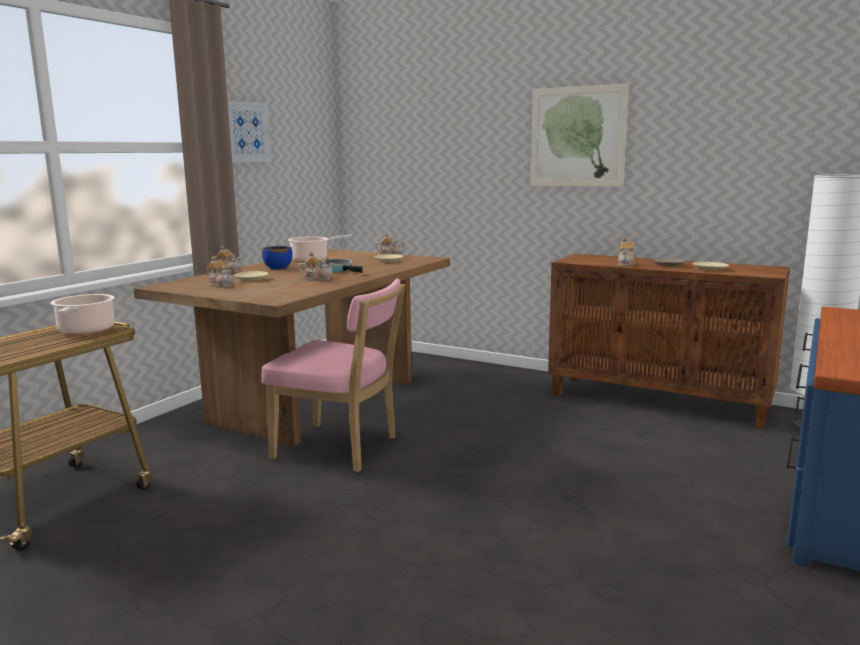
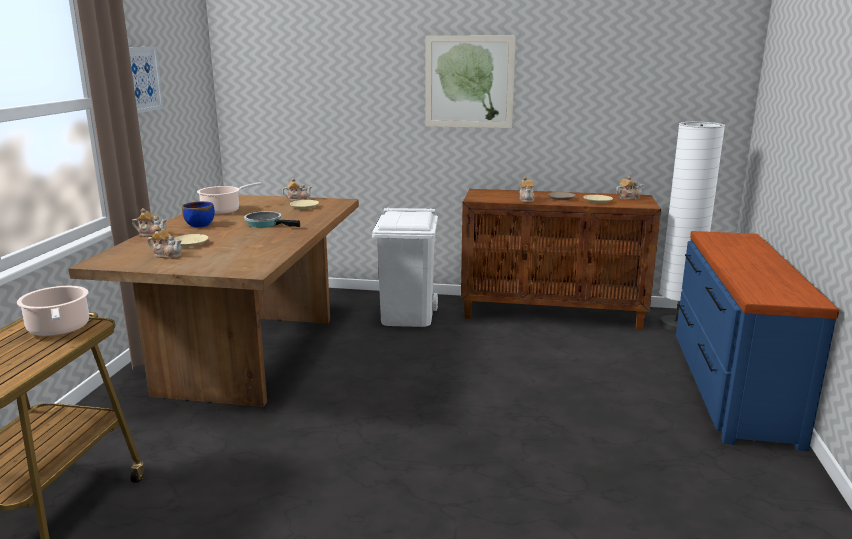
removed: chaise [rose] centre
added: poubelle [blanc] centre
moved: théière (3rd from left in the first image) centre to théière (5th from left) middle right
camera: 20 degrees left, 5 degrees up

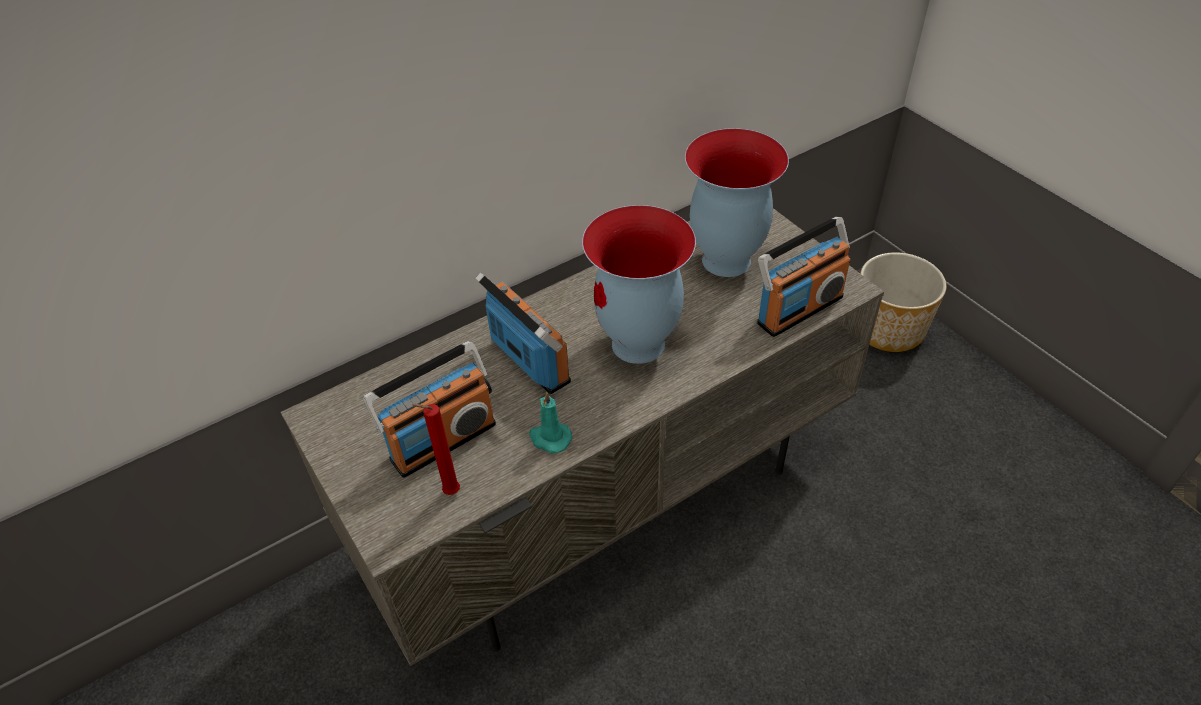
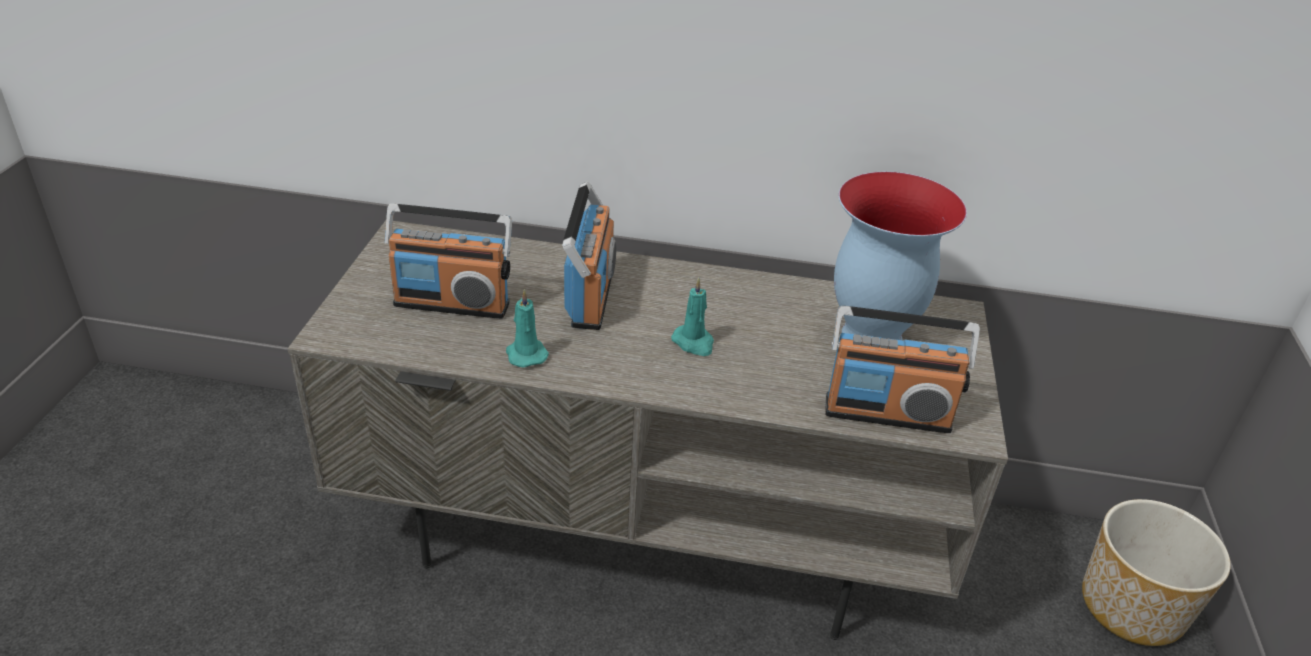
removed: bougie [rouge] centre
replaced: vase (1st from left) centre to bougie [turquoise] (2nd from left) centre
camera: 40 degrees right, 10 degrees down

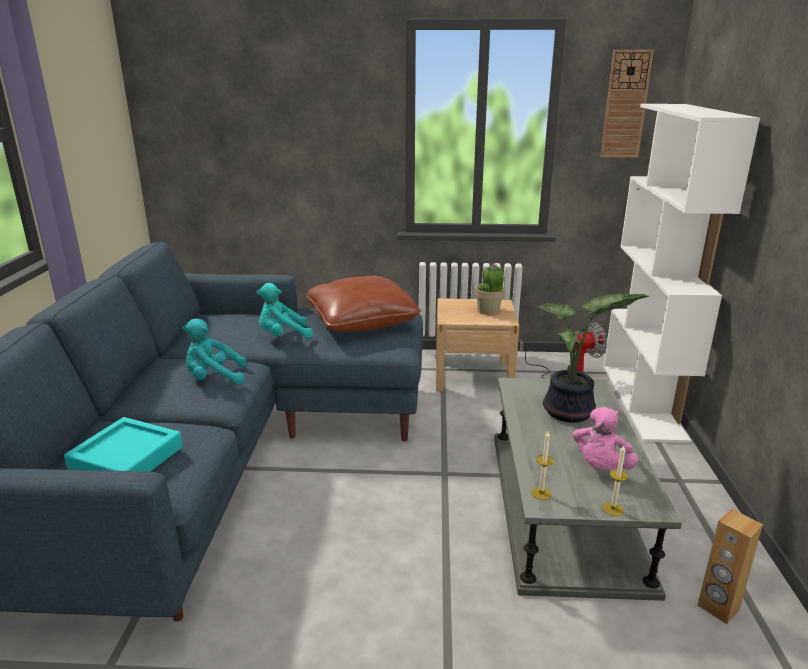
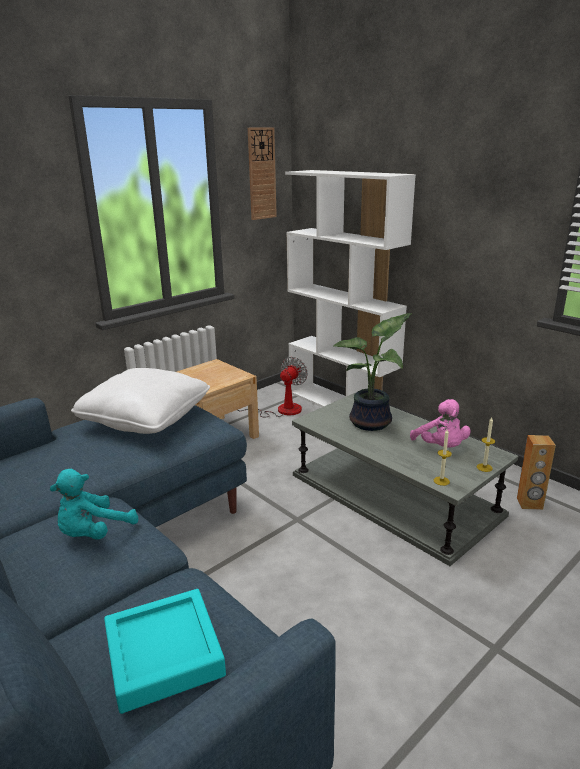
removed: peluche [turquoise] (2nd from left) centre; plante en pot (1st from left) centre
recoloured: coussin [marron] centre to coussin [blanc] middle left
camera: 45 degrees left, 0 degrees up

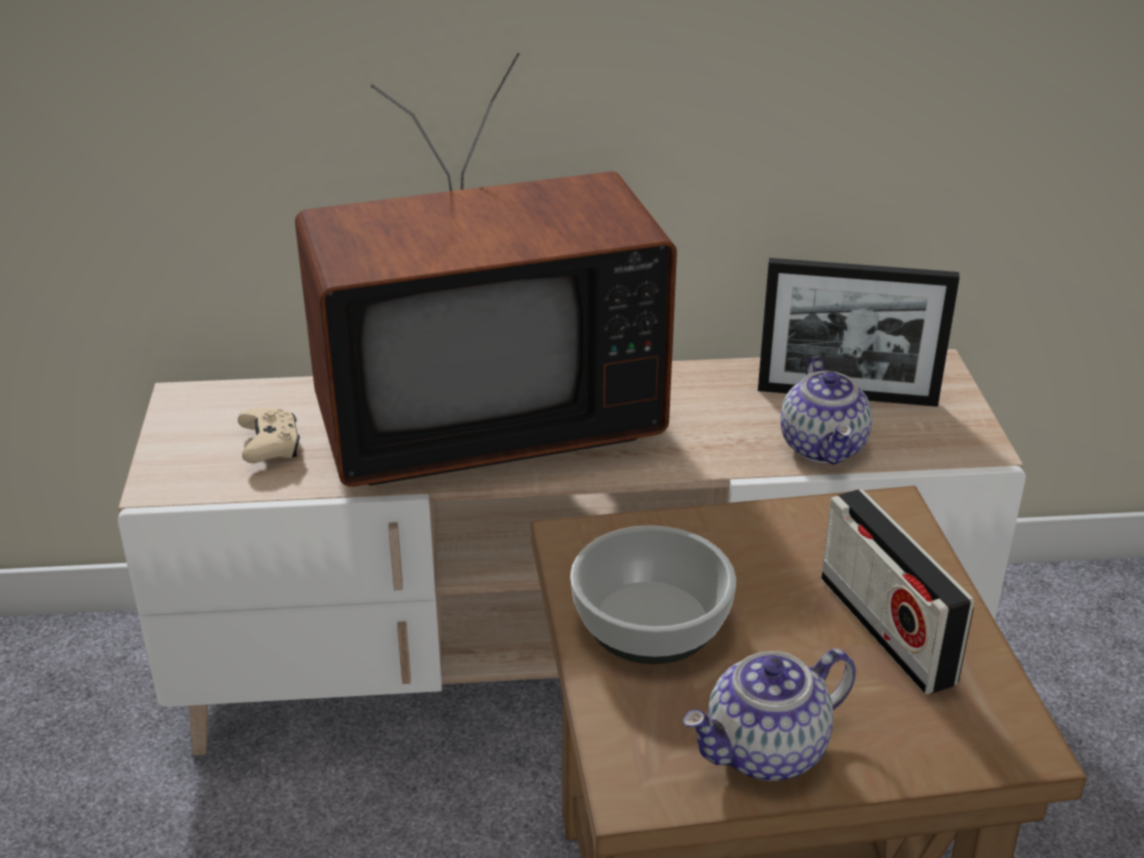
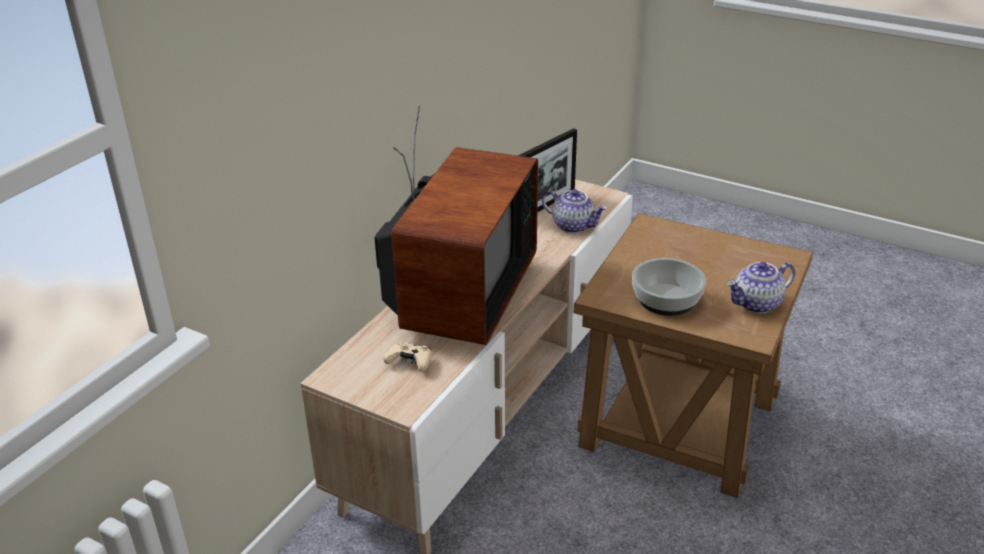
removed: radio bottom right
turned: théière (1st from left in the first image) bottom right = middle right 60 degrees clockwise
camera: 55 degrees left, 0 degrees up

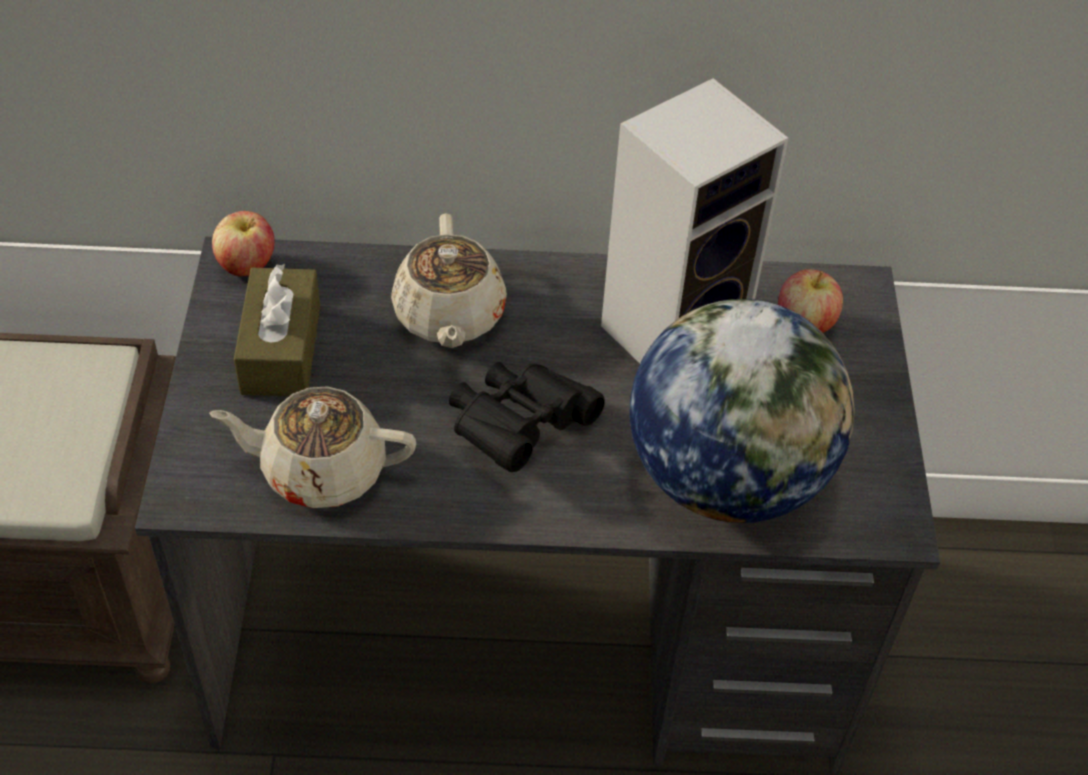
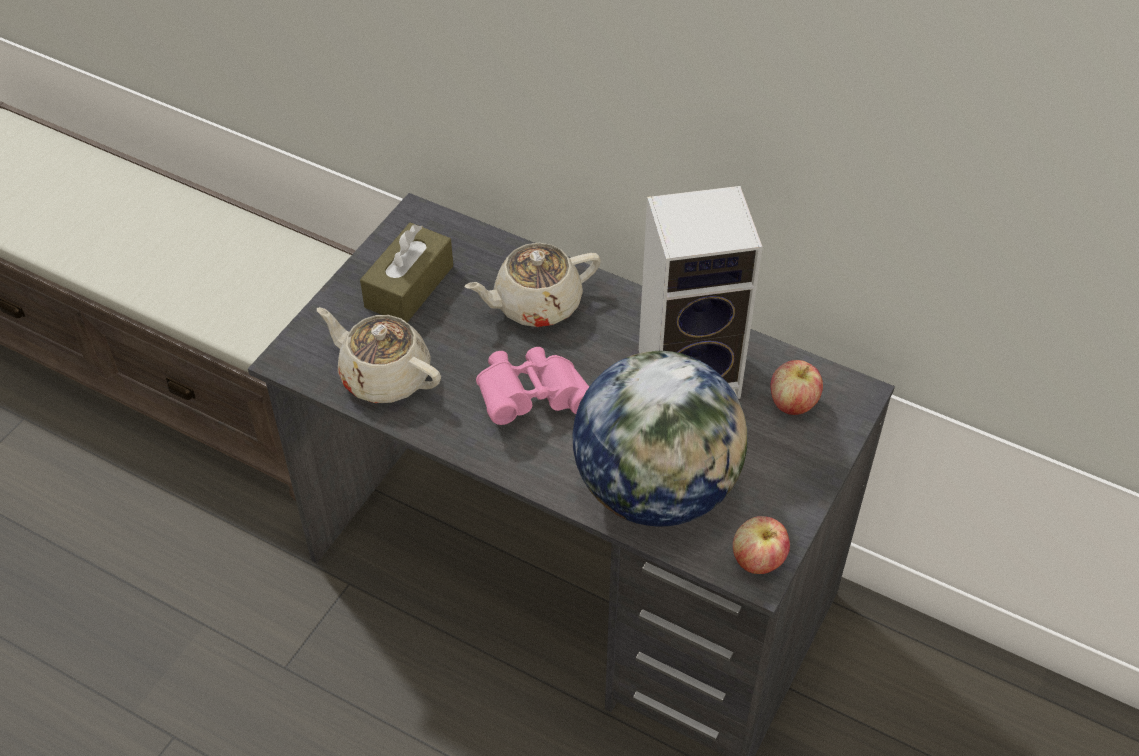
moved: pomme (1st from left) top left to bottom right
recoloured: jumelles [noir] centre to jumelles [rose] centre
turned: théière [beige] (2nd from left) centre = centre 45 degrees clockwise
camera: 30 degrees right, 0 degrees up

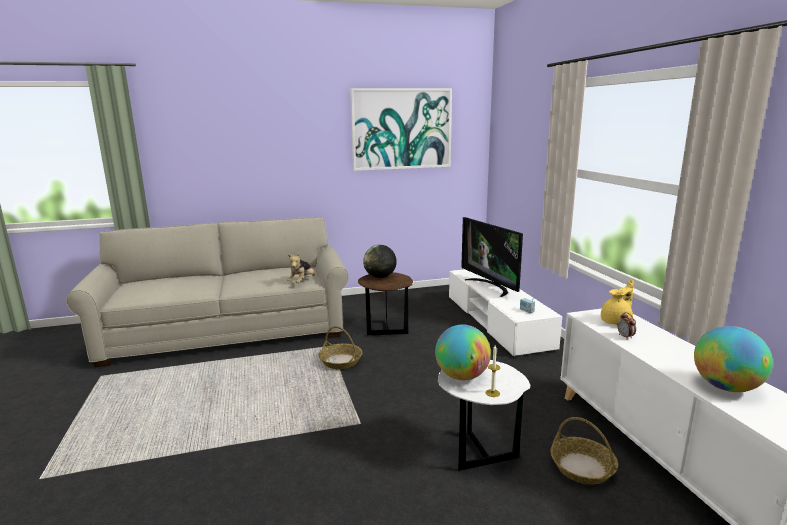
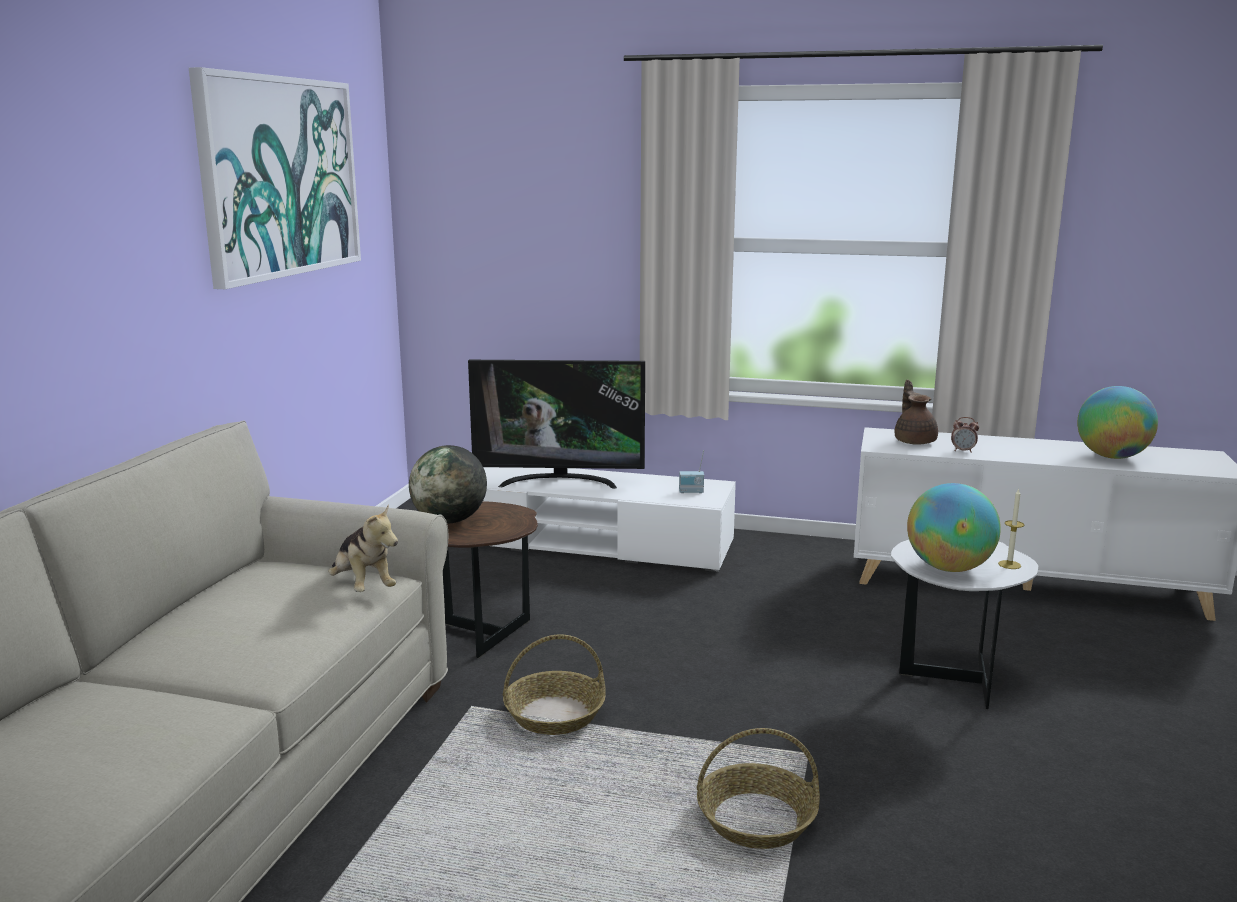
moved: panier (2nd from left) bottom right to bottom centre
recoloured: théière [jaune] middle right to théière [marron] middle right
camera: 60 degrees left, 0 degrees up

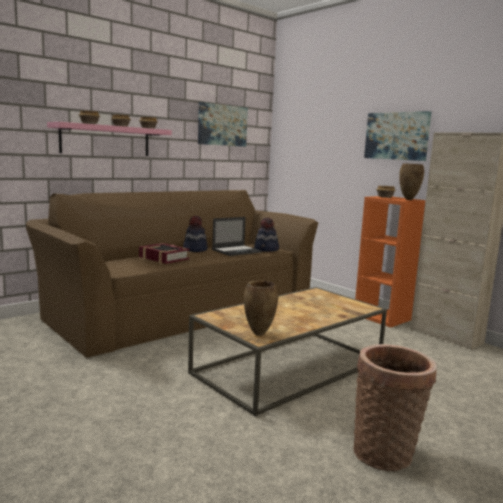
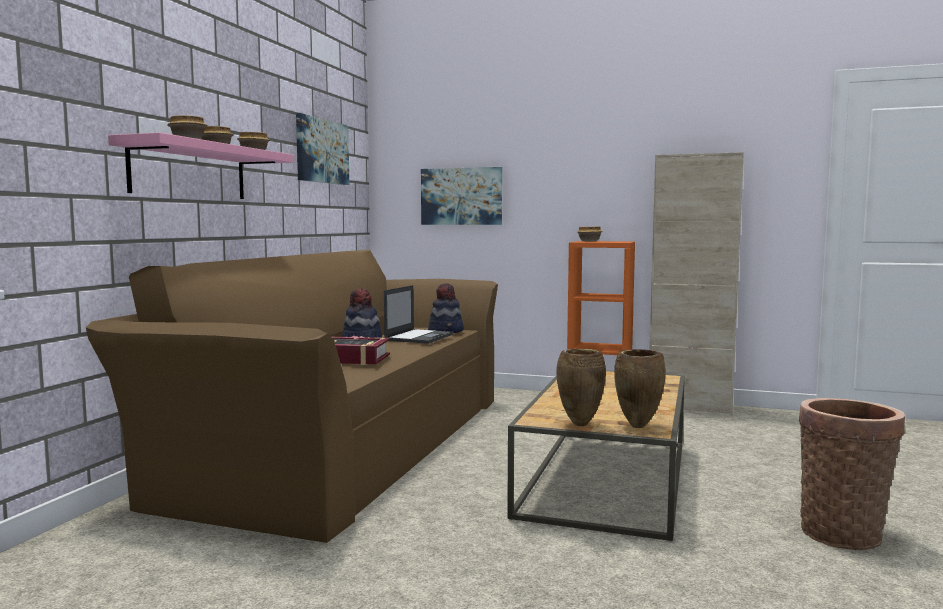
moved: tableau (2nd from left) top right to top centre; vase [marron] (2nd from left in the first image) middle right to vase [marron] (1st from left) centre
camera: 30 degrees left, 5 degrees down

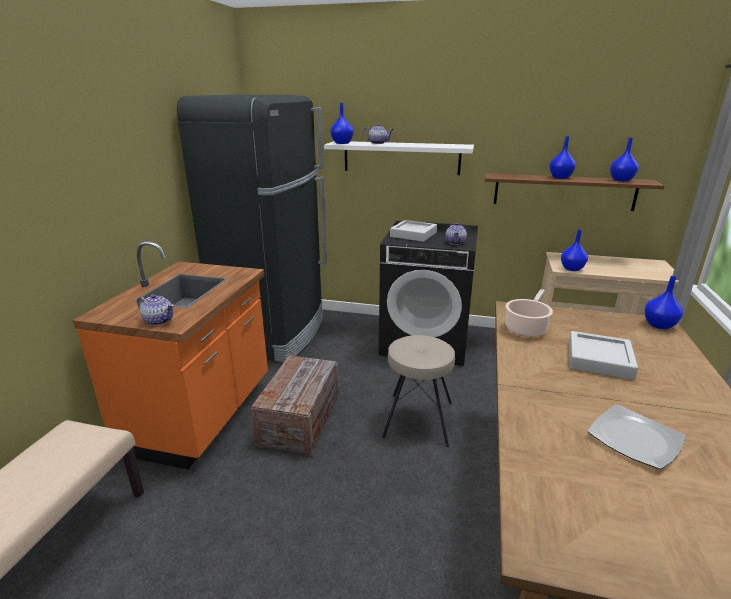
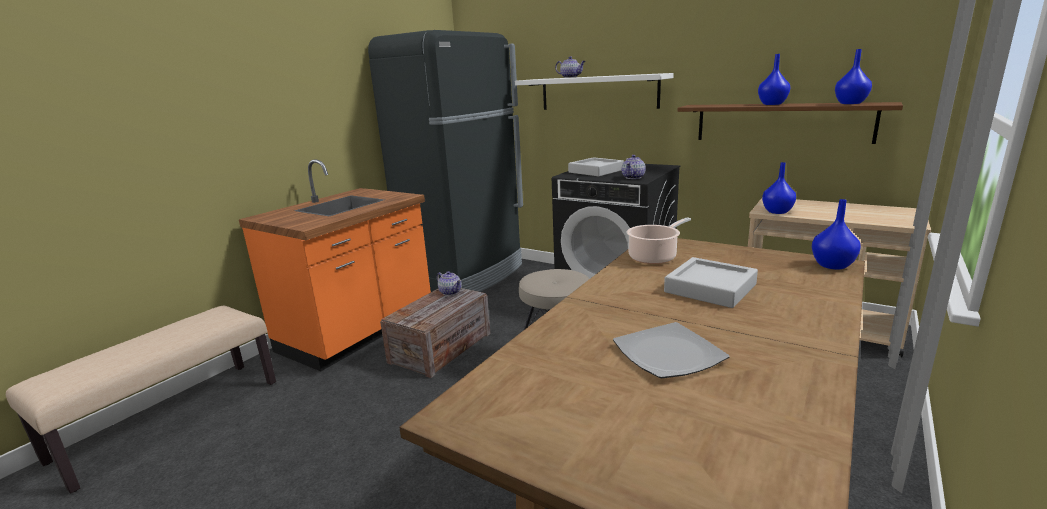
removed: vase [bleu] (1st from left) top centre
moved: théière (1st from left) middle left to centre
camera: 20 degrees right, 5 degrees down

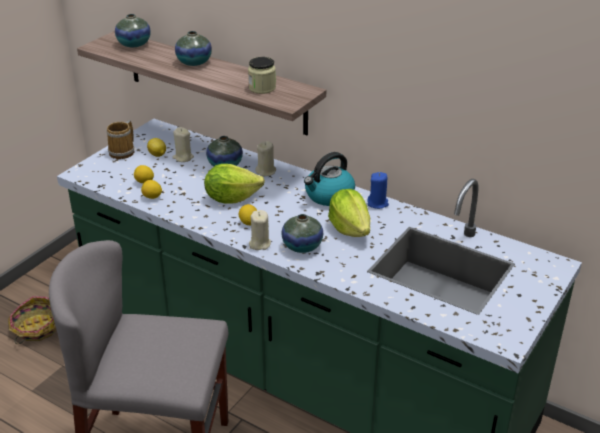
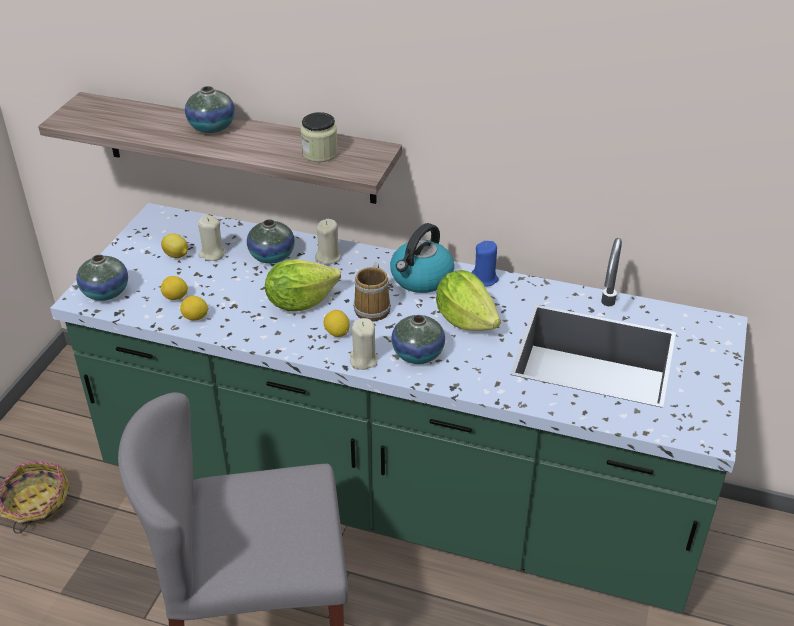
moved: mug top left to centre; vase (1st from left) top left to middle left
camera: 15 degrees left, 5 degrees up

